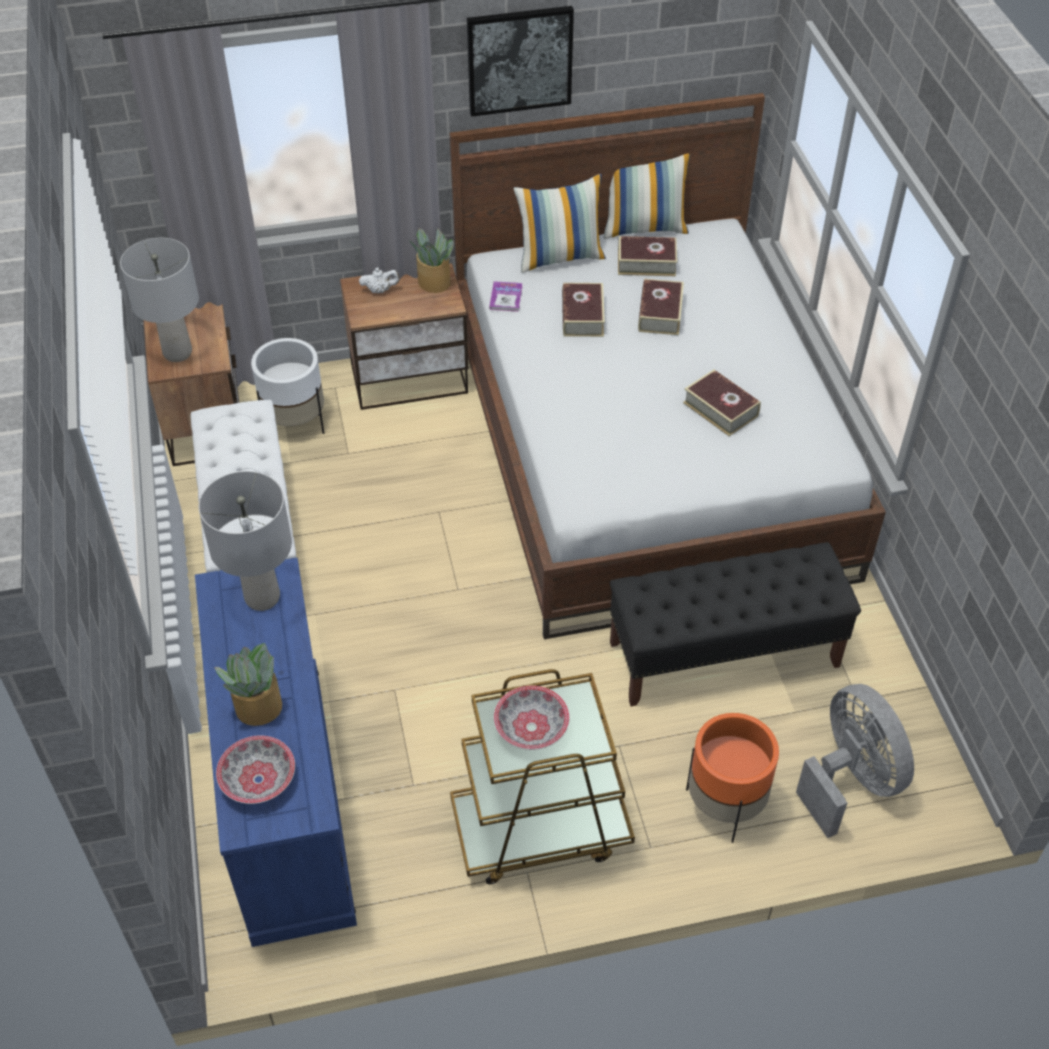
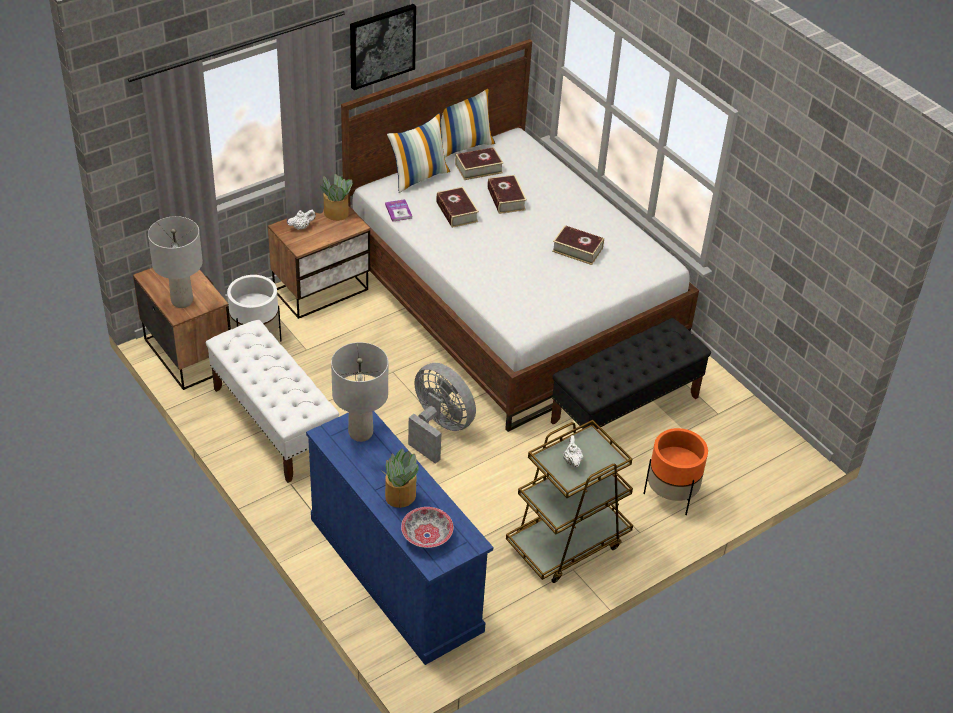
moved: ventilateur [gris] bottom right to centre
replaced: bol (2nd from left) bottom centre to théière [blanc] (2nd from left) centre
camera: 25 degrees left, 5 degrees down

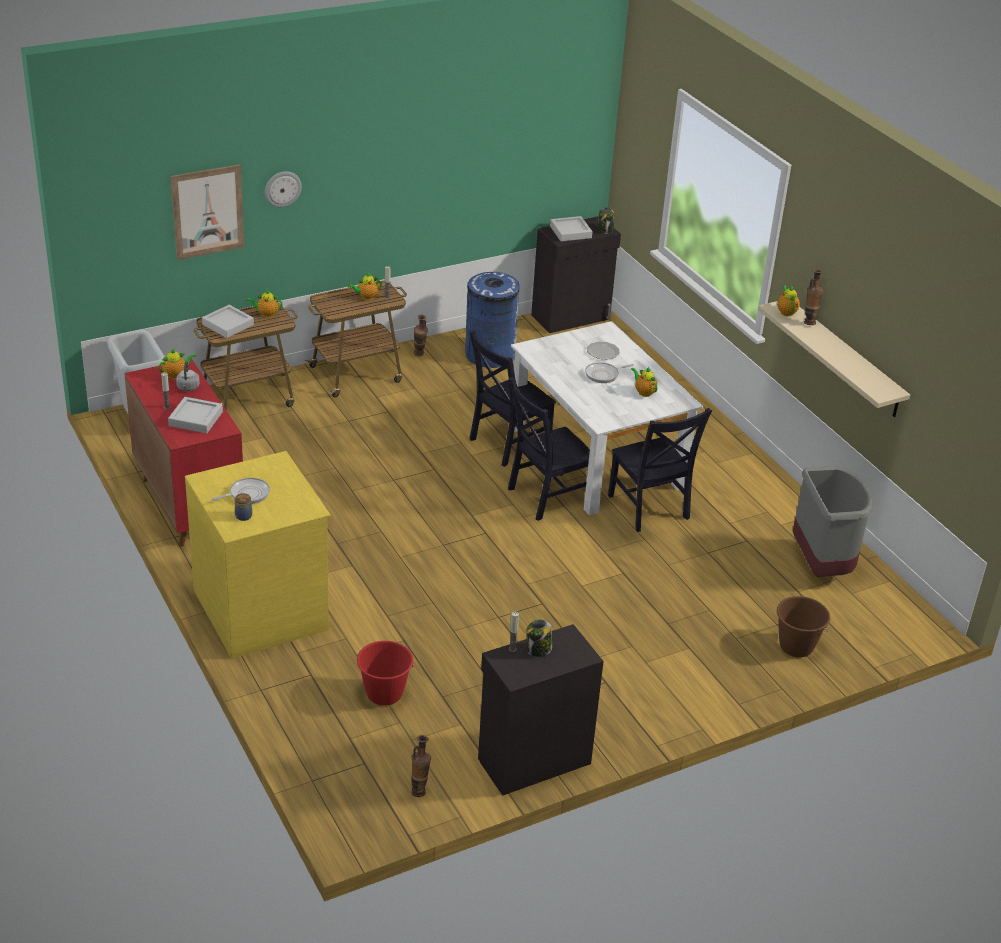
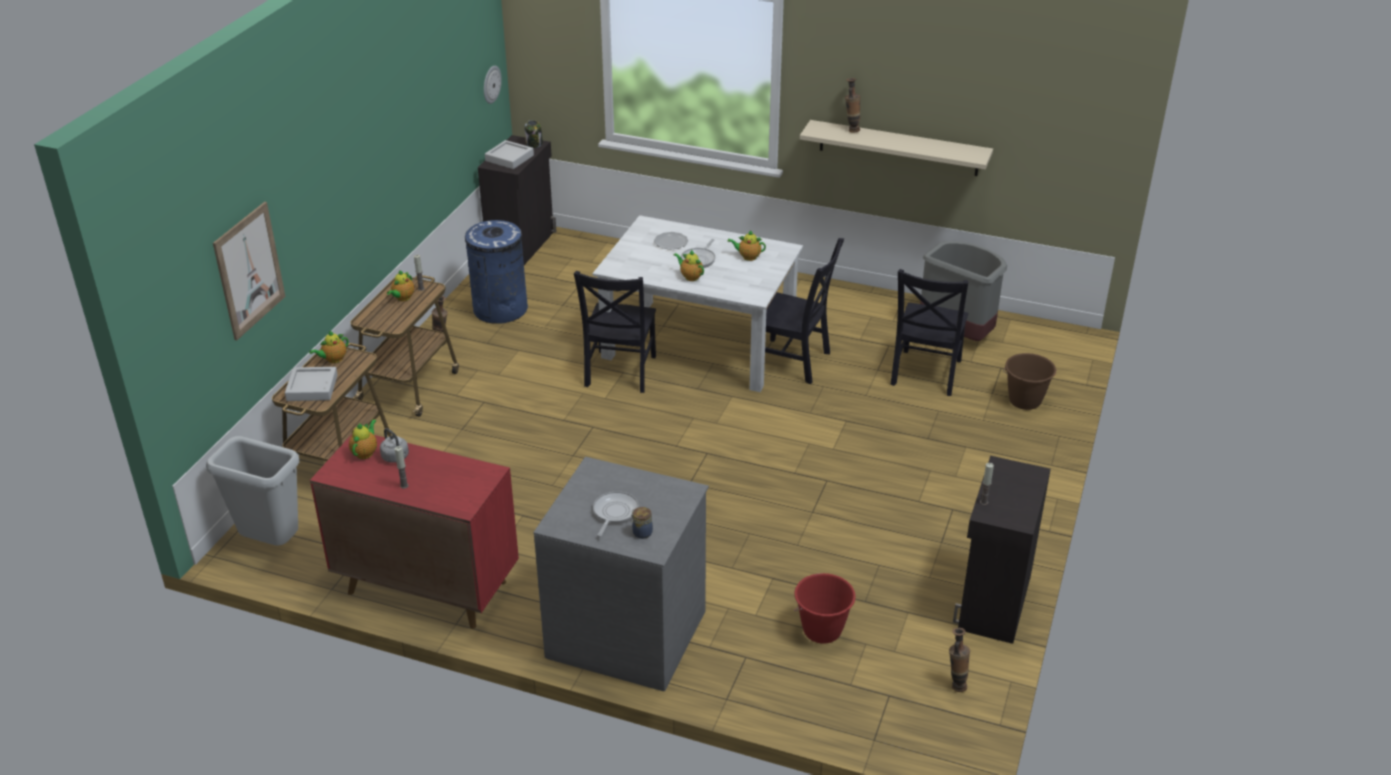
removed: plateau [gris] (1st from left) middle left; bocal (2nd from left) bottom centre
moved: horloge murale top left to top centre; chaise [noir] (2nd from left in the first image) centre to chaise [noir] (3rd from left) middle right; théière (5th from left in the first image) top right to théière (4th from left) centre
recoloured: commode [jaune] middle left to commode [gris] bottom centre
camera: 40 degrees left, 0 degrees up

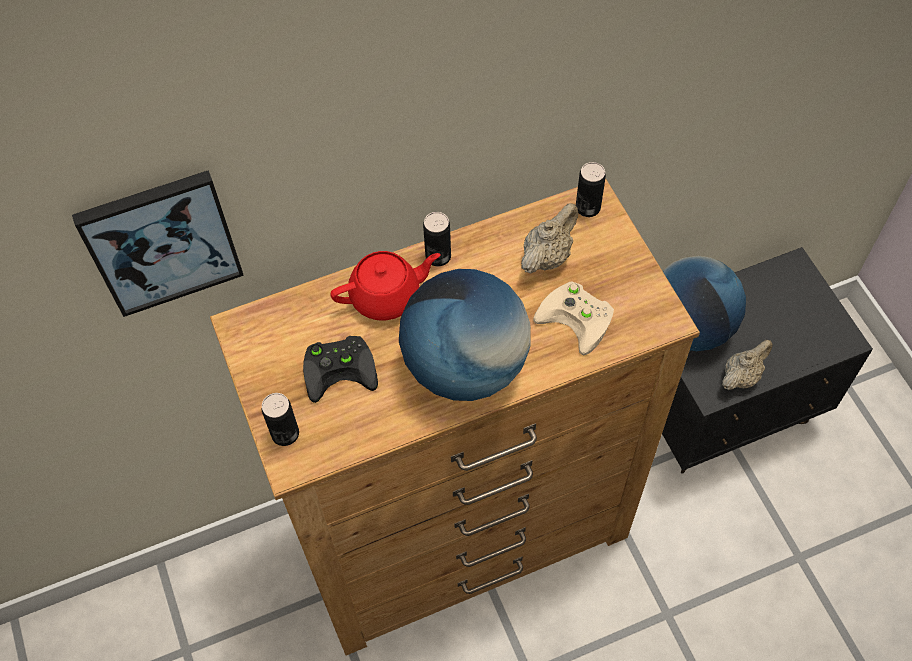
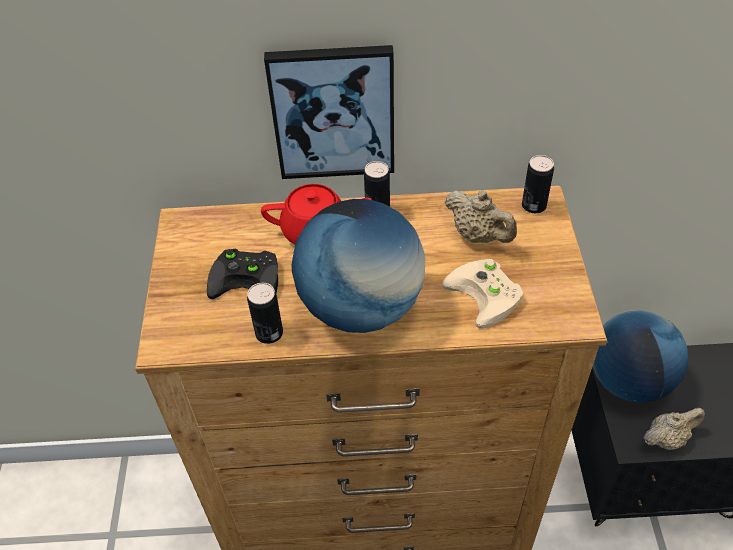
moved: tableau middle left to top centre; boîte métallique (1st from left) middle left to centre
turned: théière [beige] (1st from left) centre = centre 75 degrees clockwise
camera: 20 degrees right, 10 degrees down

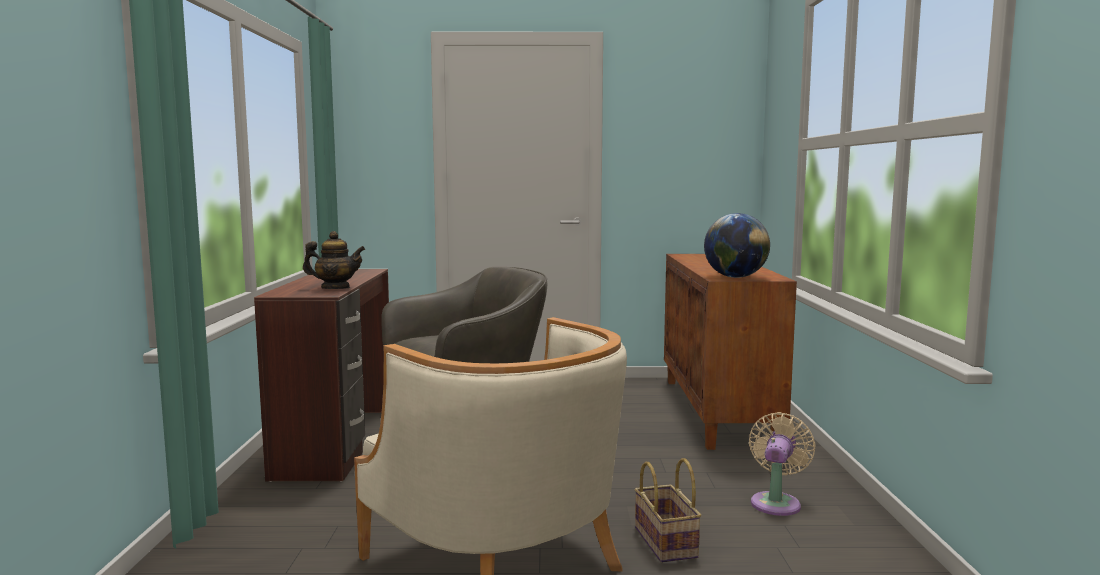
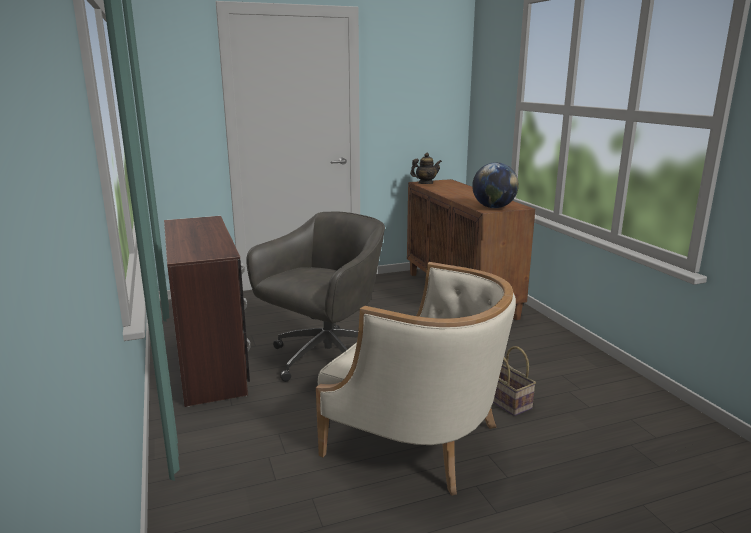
removed: ventilateur [beige] bottom right
moved: théière middle left to top centre
camera: 20 degrees left, 10 degrees up

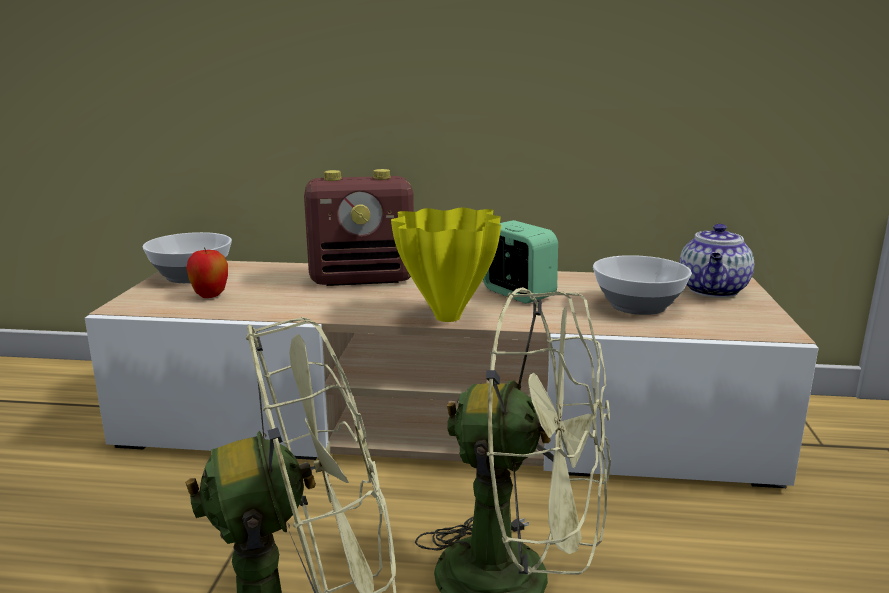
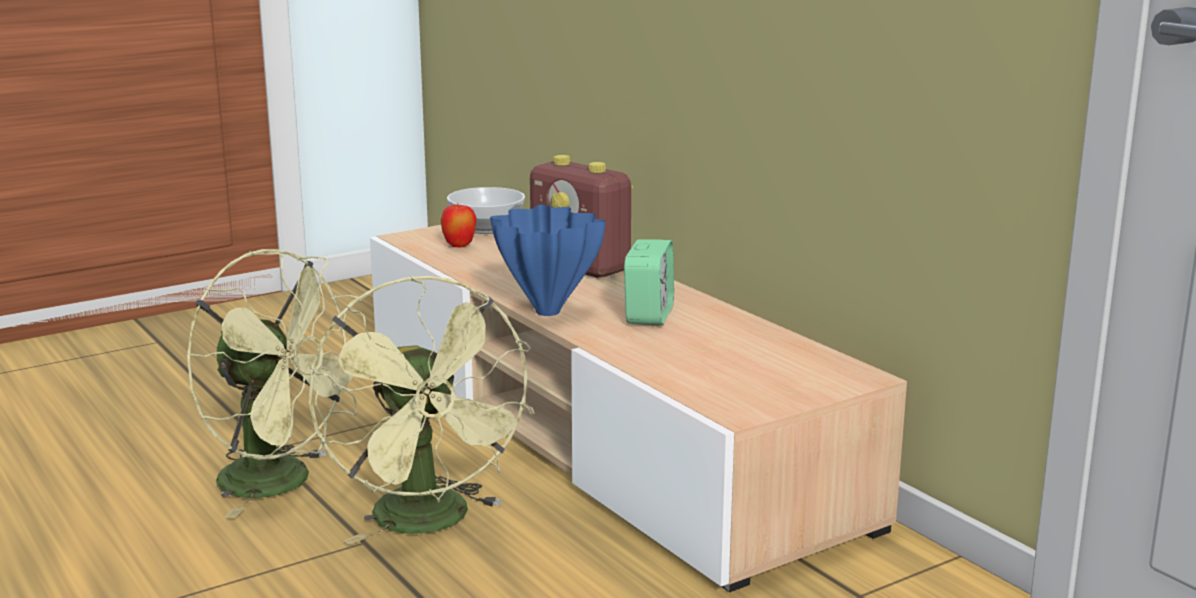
removed: bol (2nd from left) middle right; théière middle right
recoloured: vase [jaune] centre to vase [bleu] centre
camera: 50 degrees right, 0 degrees up

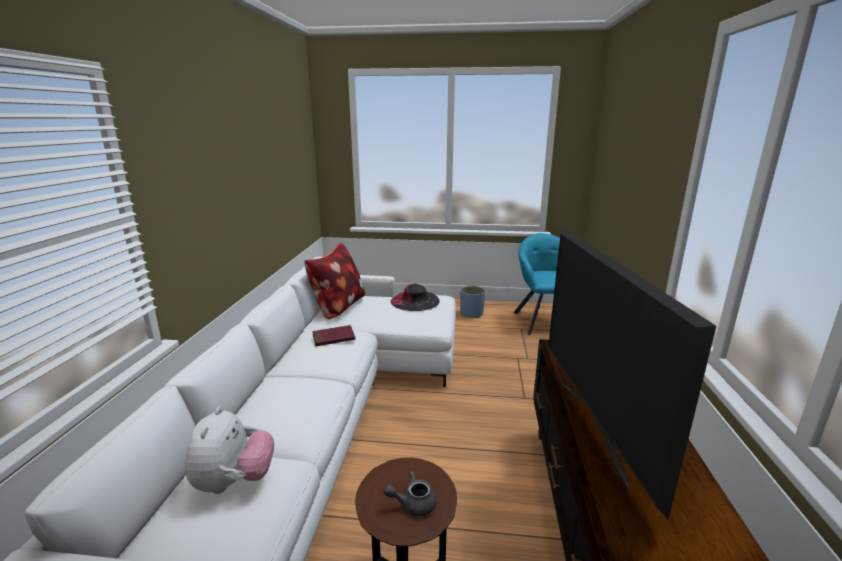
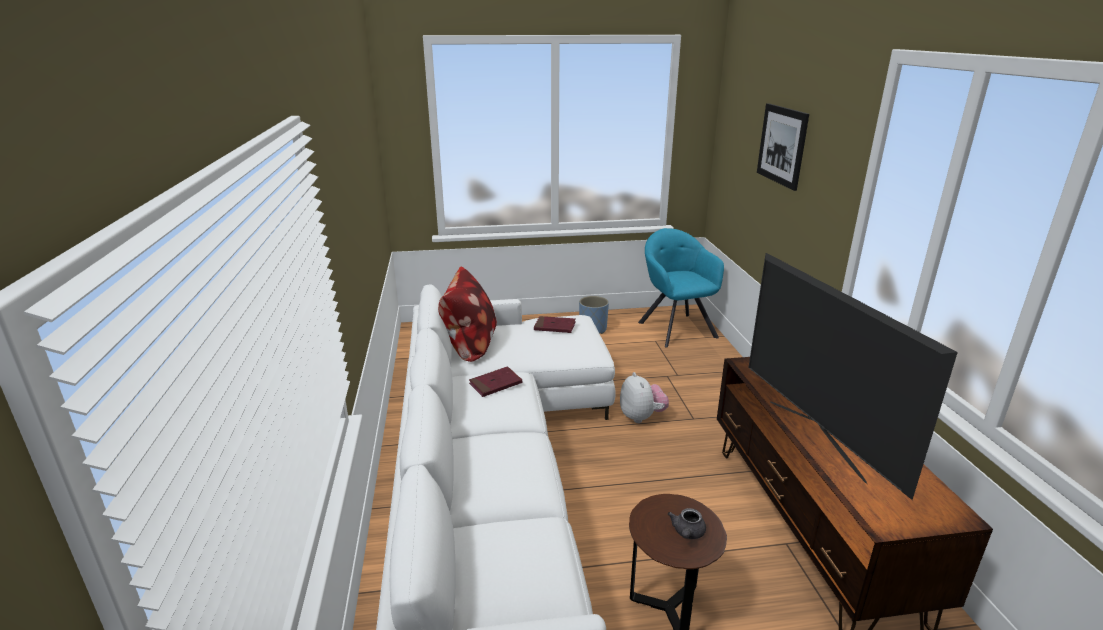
added: tableau top right
moved: peluche bottom left to centre
replaced: chapeau [noir] centre to livre [rouge] (2nd from left) centre
turned: théière [gris] bottom centre = bottom centre 45 degrees counterclockwise
camera: 15 degrees left, 5 degrees up

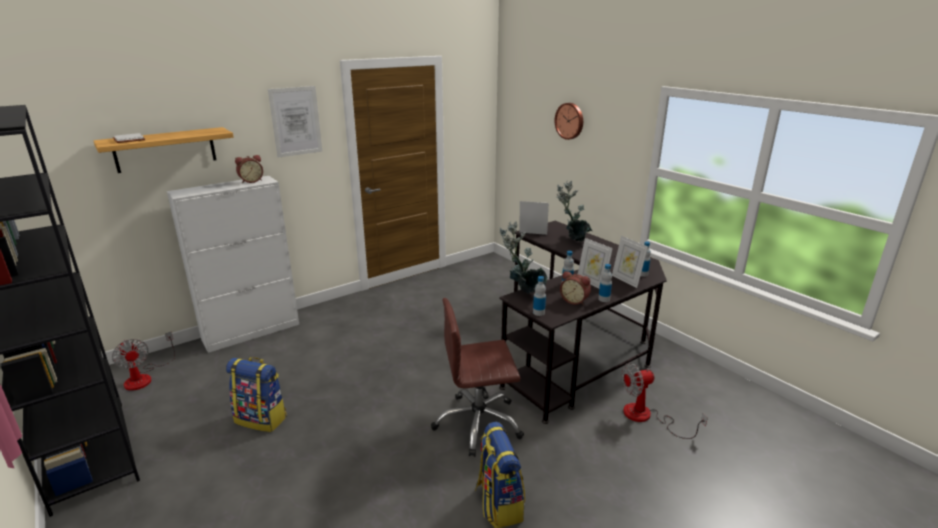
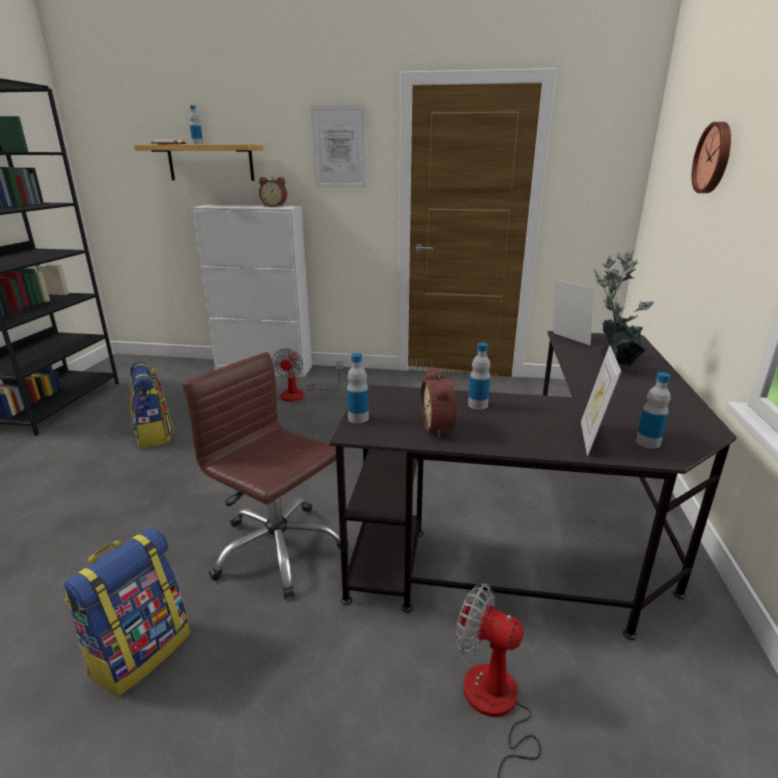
removed: plante en pot (1st from left) centre; cadre photo (2nd from left) centre
moved: ventilateur (1st from left) bottom left to centre; bouteille (3rd from left in the first image) centre to bouteille (1st from left) top left
camera: 45 degrees right, 0 degrees up

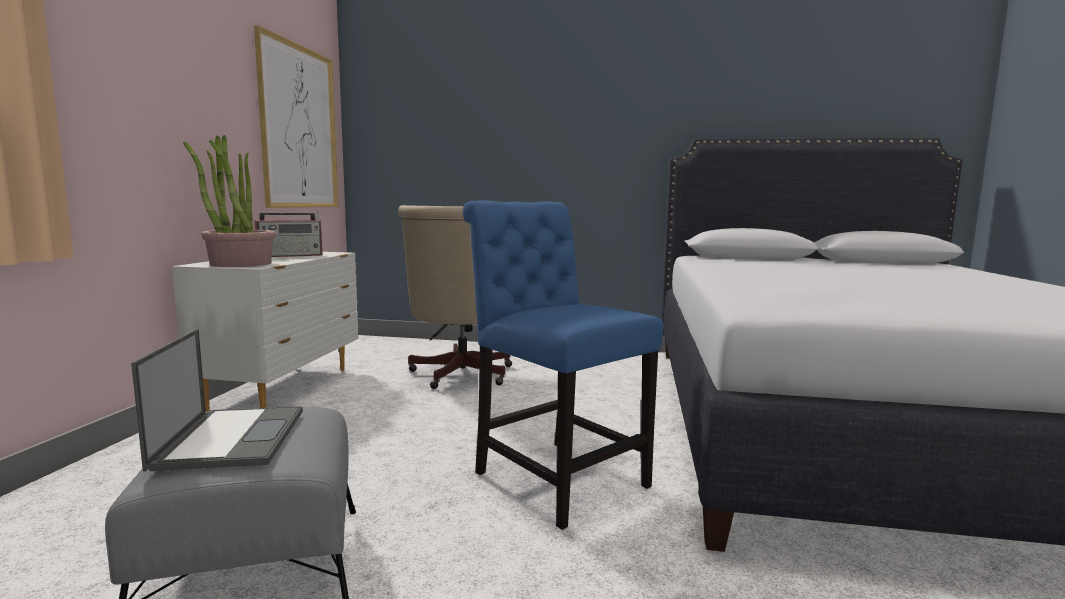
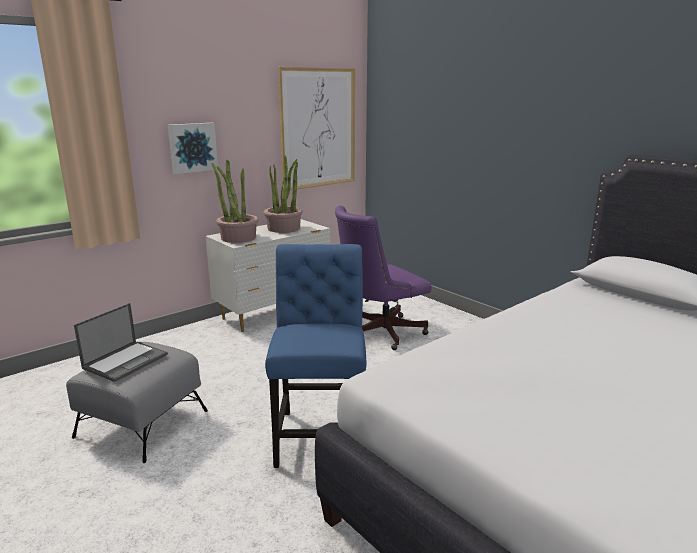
added: tableau (1st from left) top left
replaced: radio middle left to plante en pot (2nd from left) centre
recoloured: chaise de bureau [beige] centre to chaise de bureau [violet] centre
camera: 40 degrees right, 10 degrees up

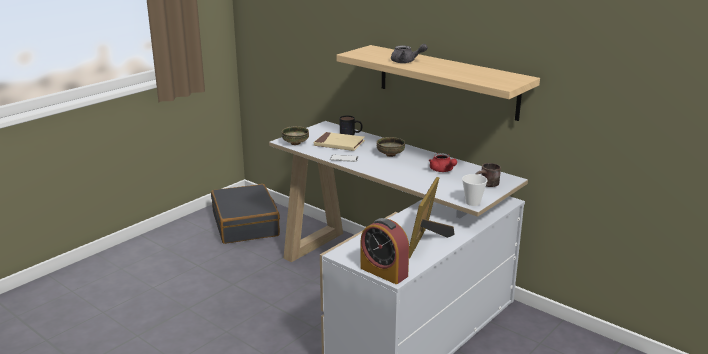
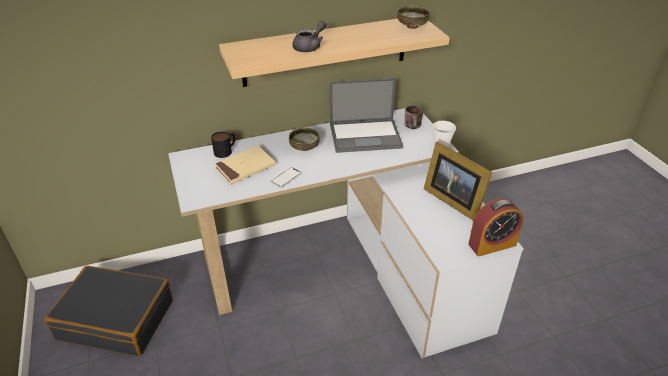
moved: bol (1st from left in the first image) centre to bol (2nd from left) top centre
replaced: théière [rouge] centre to ordinateur portable top centre
camera: 60 degrees left, 15 degrees up

